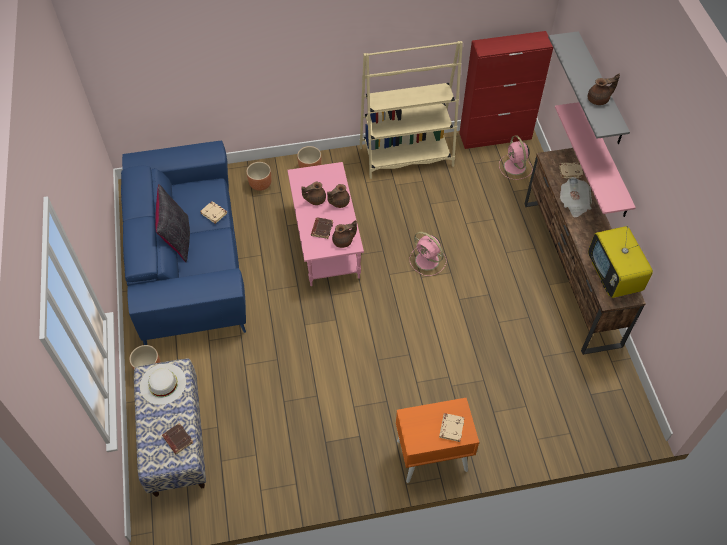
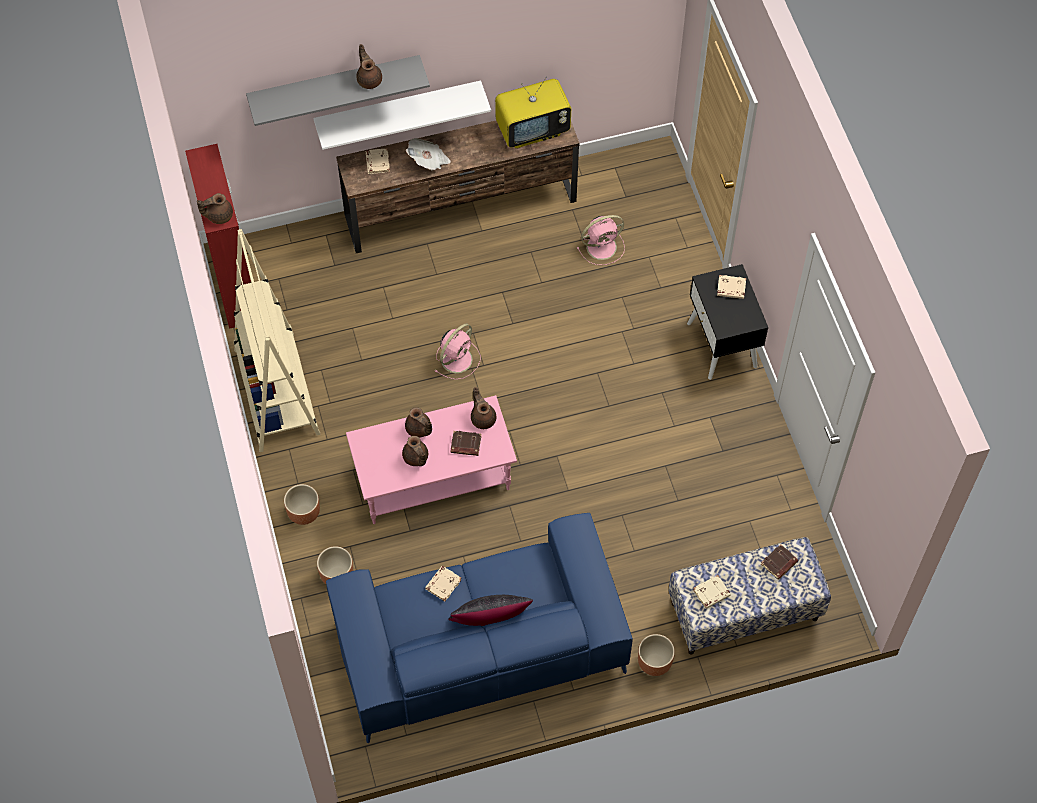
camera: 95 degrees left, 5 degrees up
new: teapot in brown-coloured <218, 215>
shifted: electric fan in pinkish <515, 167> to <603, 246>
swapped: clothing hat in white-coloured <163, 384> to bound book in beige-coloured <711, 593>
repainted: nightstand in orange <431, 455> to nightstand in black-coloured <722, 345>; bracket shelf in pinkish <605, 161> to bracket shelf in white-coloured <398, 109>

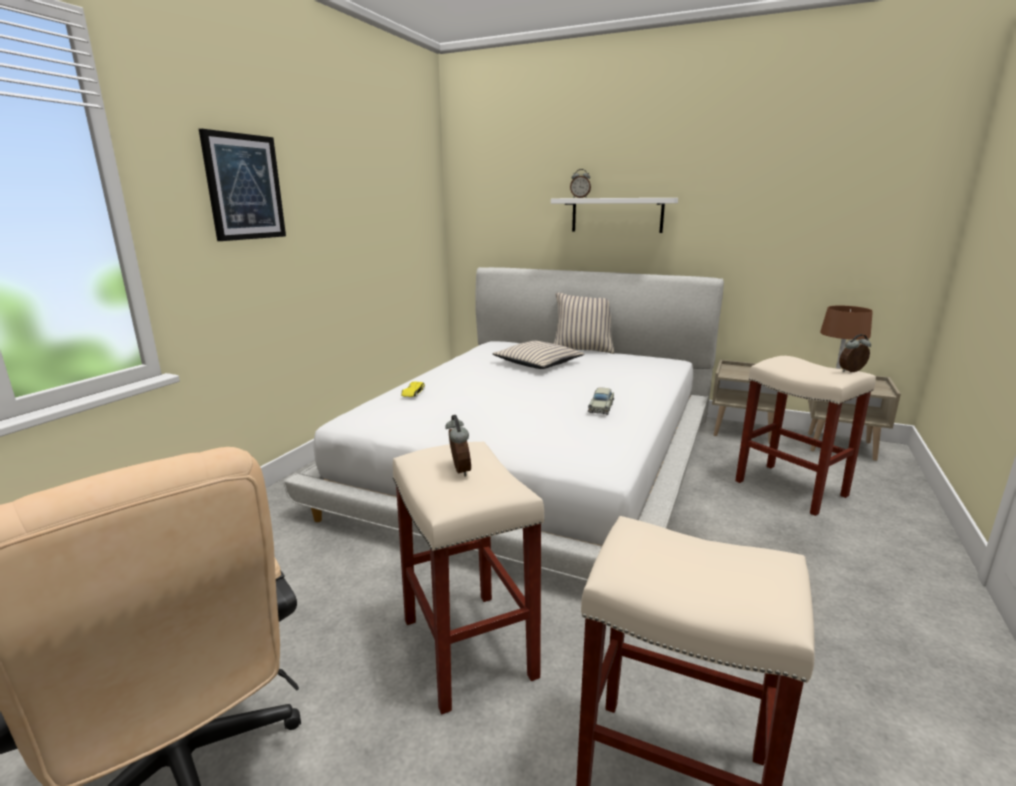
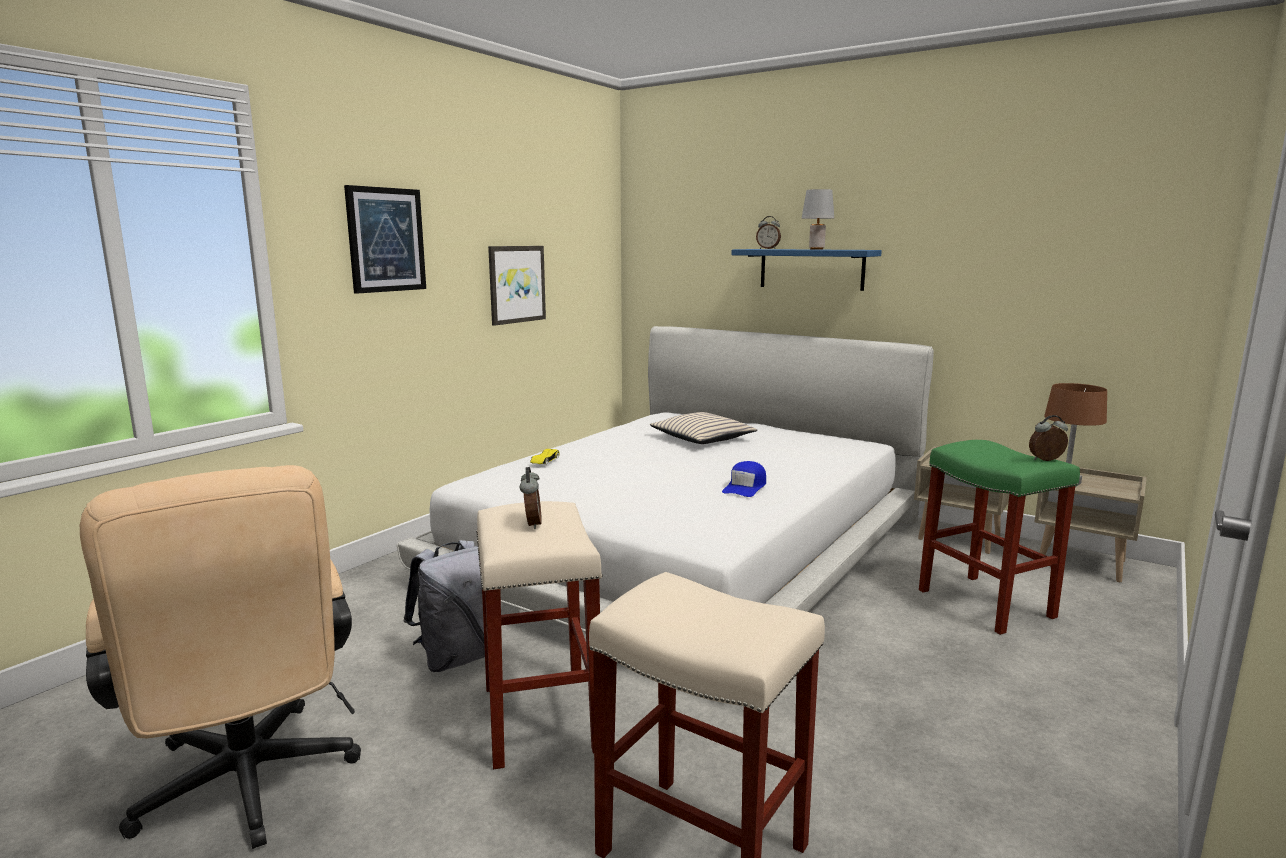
camera: 10 degrees right, 5 degrees down
gone: throw pillow in beige-coloured <583, 349>
new: backpack in gray <458, 657>; wall art <516, 284>; tabletop lamp in gray <816, 249>
swapped: model car in beige-coloured <601, 408> to baseball cap in blue <745, 487>
repainted: bracket shelf in white-coloured <617, 215> to bracket shelf in blue <811, 269>; stool in beige-coloured <792, 489> to stool in green-coloured <987, 604>

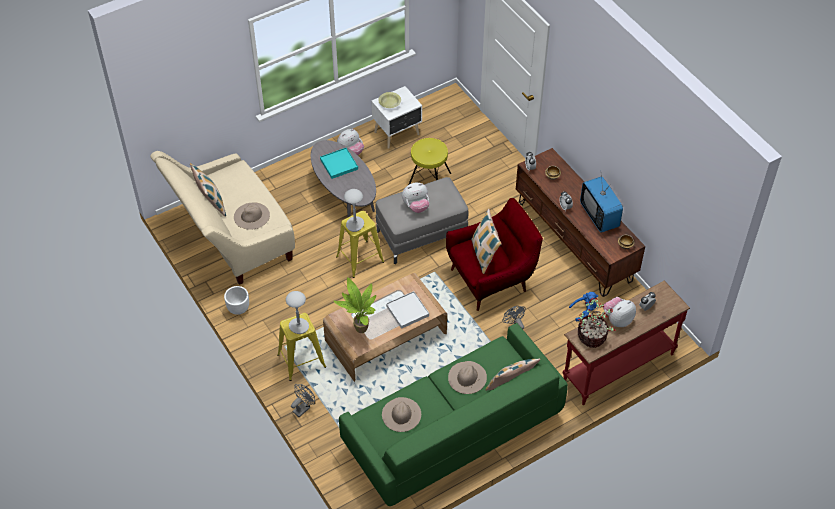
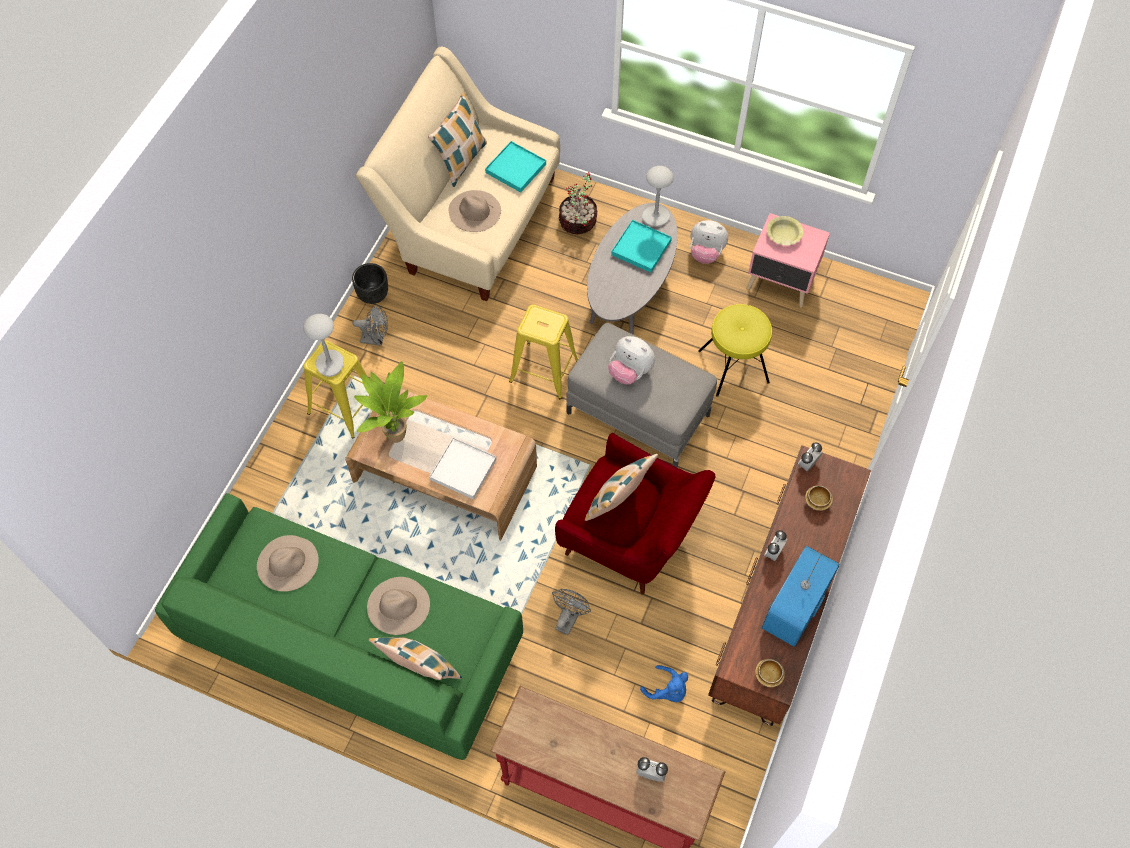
camera: 55 degrees right, 10 degrees up
gone: cuddly toy <617, 319>
new: tray in blue-green <516, 168>
shifted: electric fan in gray <303, 408> to <376, 339>; tabletop lamp in gray <355, 225> to <655, 217>; plant in a pot <592, 336> to <578, 222>
repainted: planter in white-coloured <238, 309> to planter in black-coloured <373, 295>; nightstand in white-coloured <397, 133> to nightstand in pinkish <781, 283>

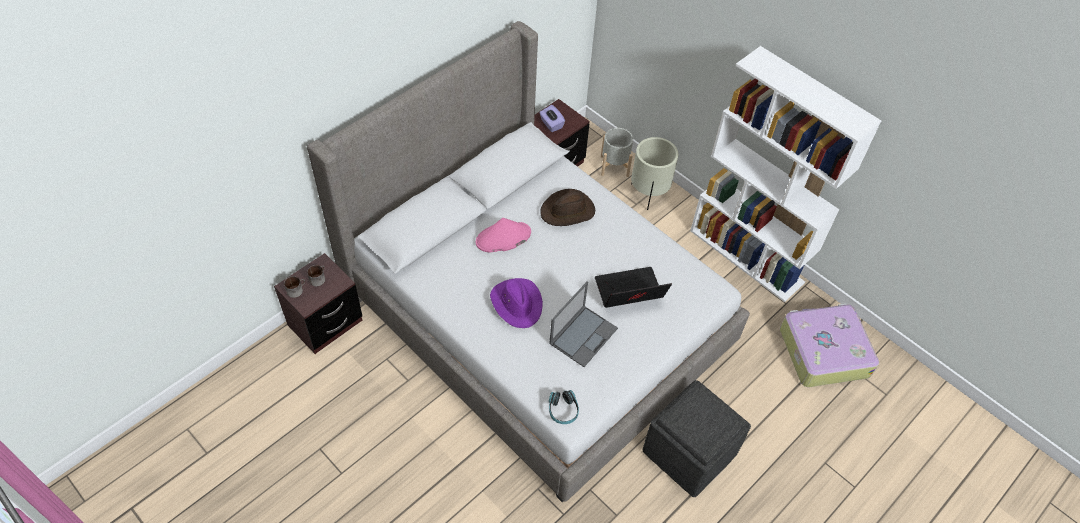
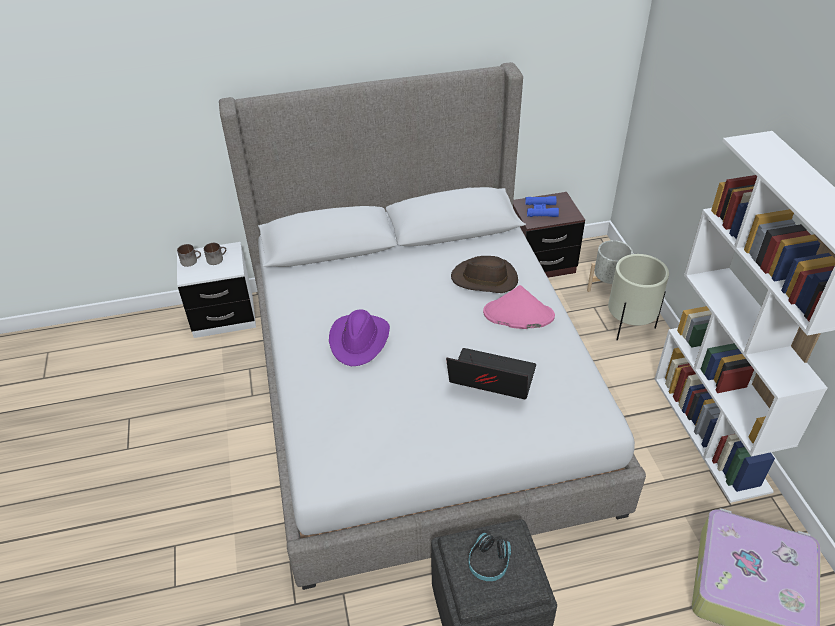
camera: 35 degrees right, 10 degrees down
gone: laptop <583, 335>
shifted: clothing hat in pinkish <503, 238> to <518, 314>; headphones <563, 410> to <489, 562>
swapped: tissue box in purple <551, 124> to pair of binoculars in blue <541, 210>
repainted: nightstand in brown-coloured <325, 323> to nightstand in white-coloured <224, 317>

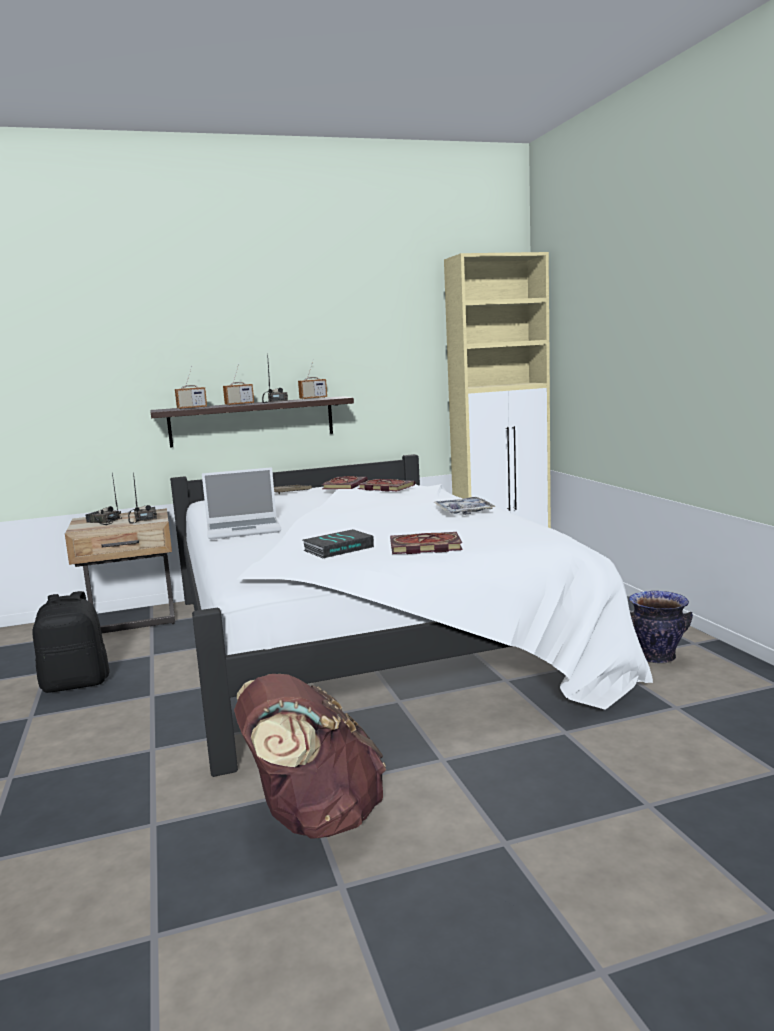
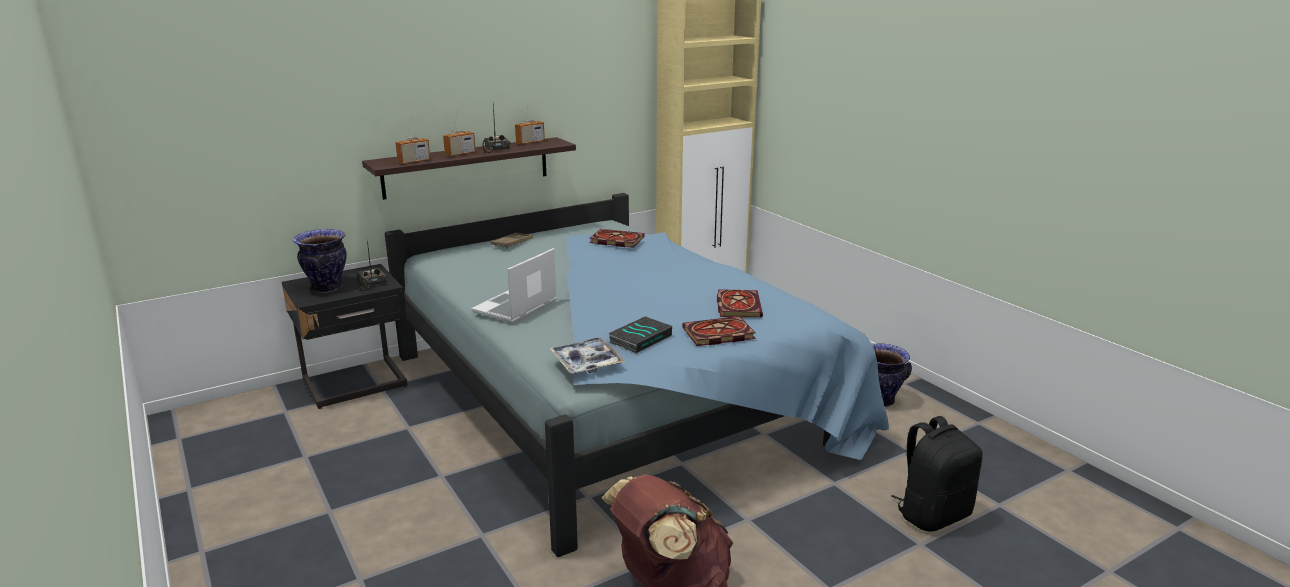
camera: 15 degrees left, 10 degrees up
shifted: backpack in black-coloured <76, 683> to <932, 514>; bound book <344, 485> to <737, 305>; tray <463, 512> to <586, 362>
swapped: radio <103, 522> to vase <326, 287>
repainted: nightstand in beige-coloured <132, 621> to nightstand in black-coloured <356, 385>; bedroom bed in white-coloured <366, 642> to bedroom bed in blue <618, 398>
rotated: laptop <244, 530> = <515, 307> 150 degrees clockwise

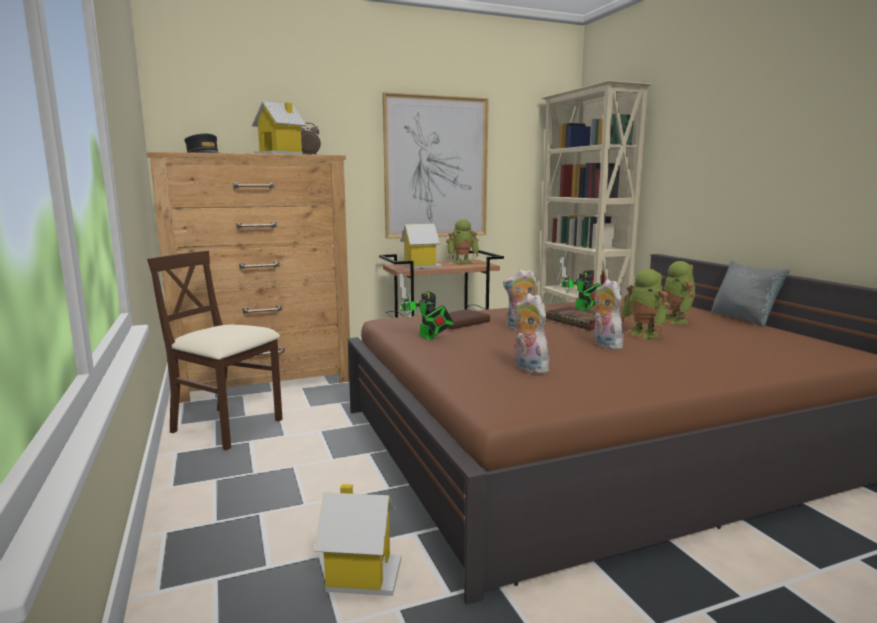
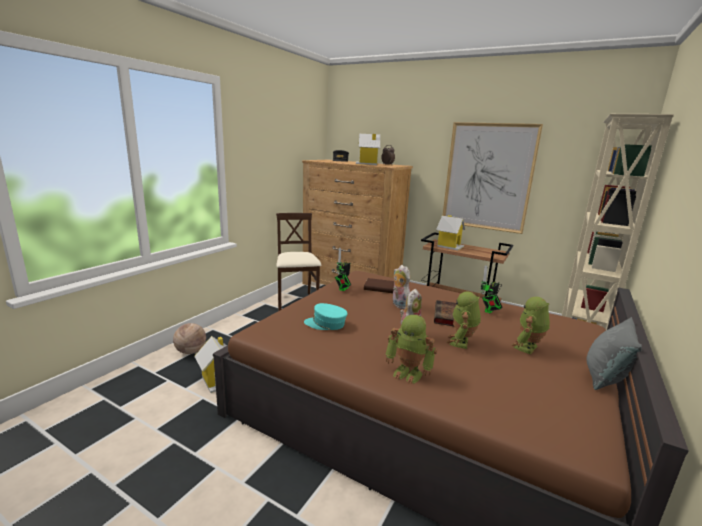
camera: 50 degrees right, 5 degrees up
new: ball for basketball <191, 352>
shifted: model robot <462, 262> to <408, 373>
swapped: cuddly toy <528, 368> to baseball cap in blue-green <326, 324>

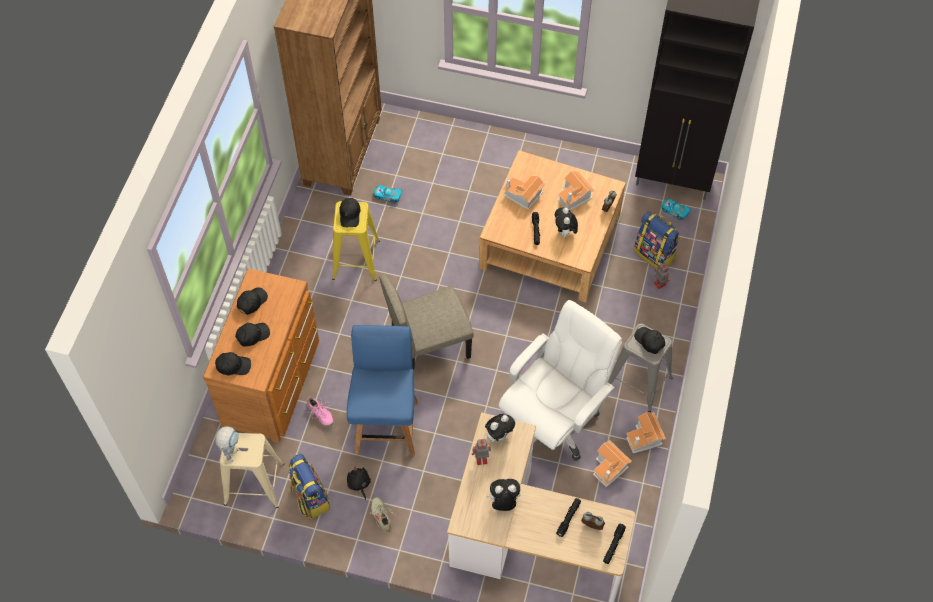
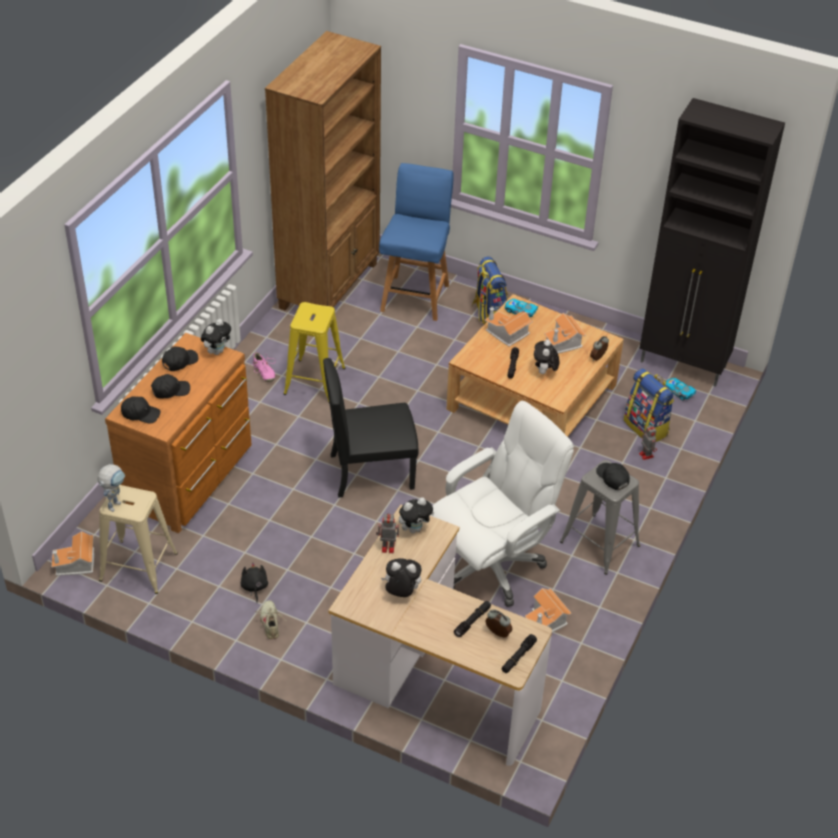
camera: 10 degrees right, 15 degrees down
gone: baseball cap in black-coloured <350, 215>
new: cuddly toy <217, 351>
shifted: backpack <310, 497> to <488, 314>; low shoe in pinkish <320, 414> to <263, 372>; plain chair in blue <386, 425> to <415, 296>; model car <387, 196> to <520, 311>; toy house <644, 439> to <76, 564>
repainted: plain chair in beige-coloured <429, 346> to plain chair in black-coloured <371, 471>

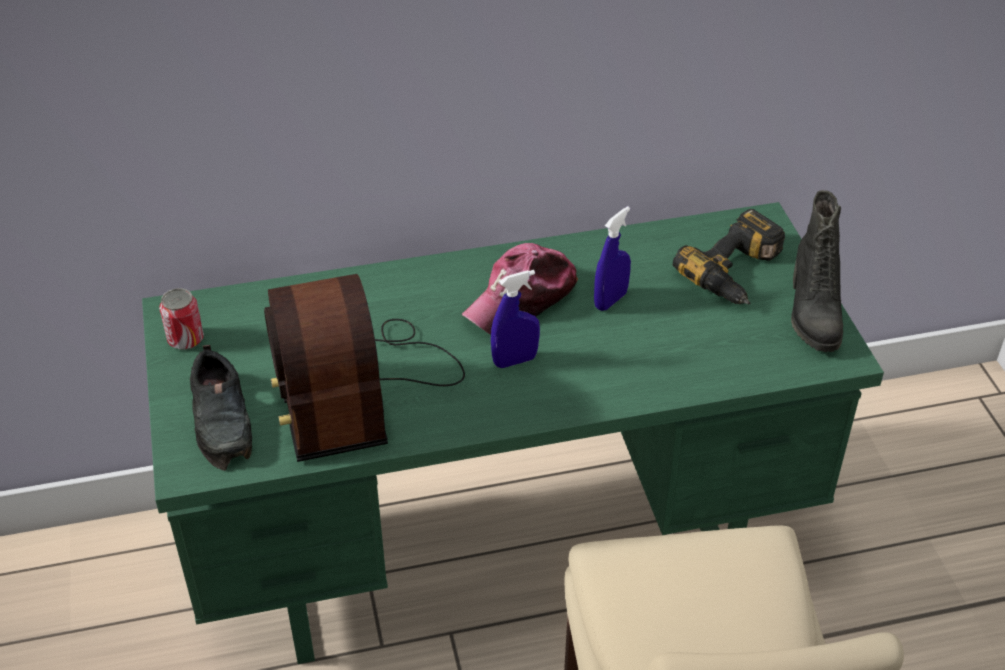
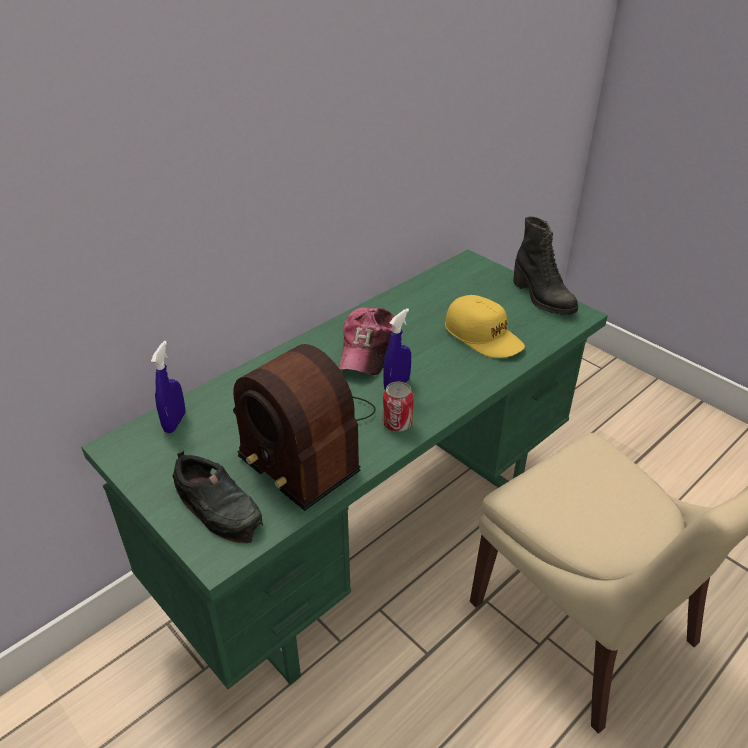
camera: 30 degrees left, 5 degrees down
gone: drill <738, 273>
new: baseball cap in yellowish <483, 336>
shifted: metal can <185, 339> to <397, 423>; sprayer in blue <610, 300> to <175, 422>

